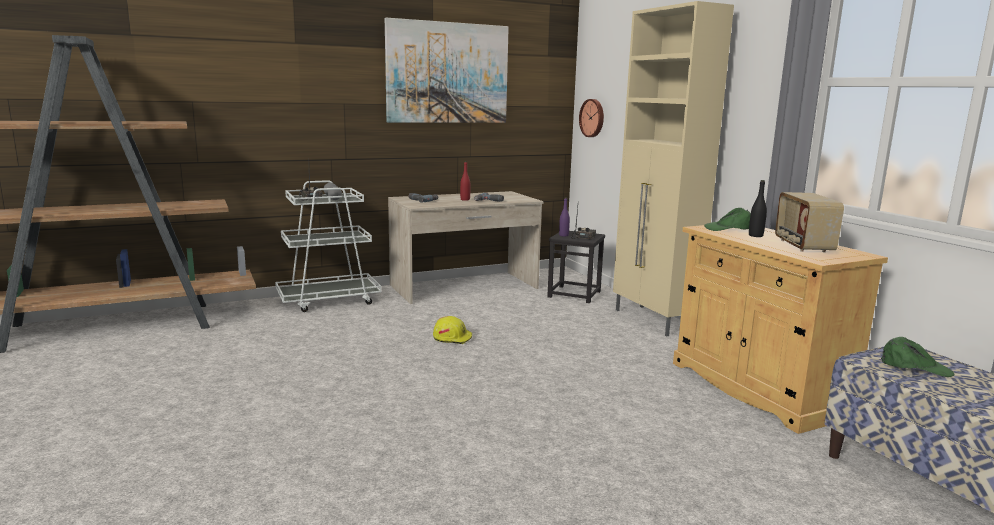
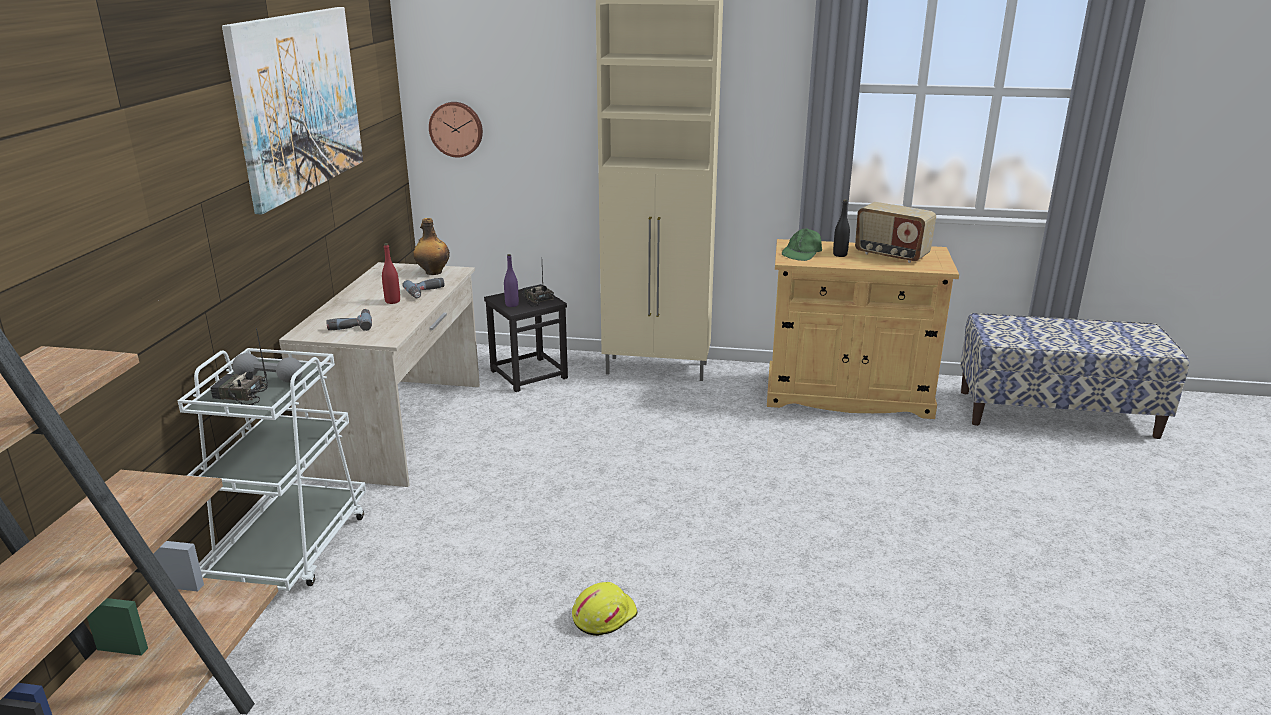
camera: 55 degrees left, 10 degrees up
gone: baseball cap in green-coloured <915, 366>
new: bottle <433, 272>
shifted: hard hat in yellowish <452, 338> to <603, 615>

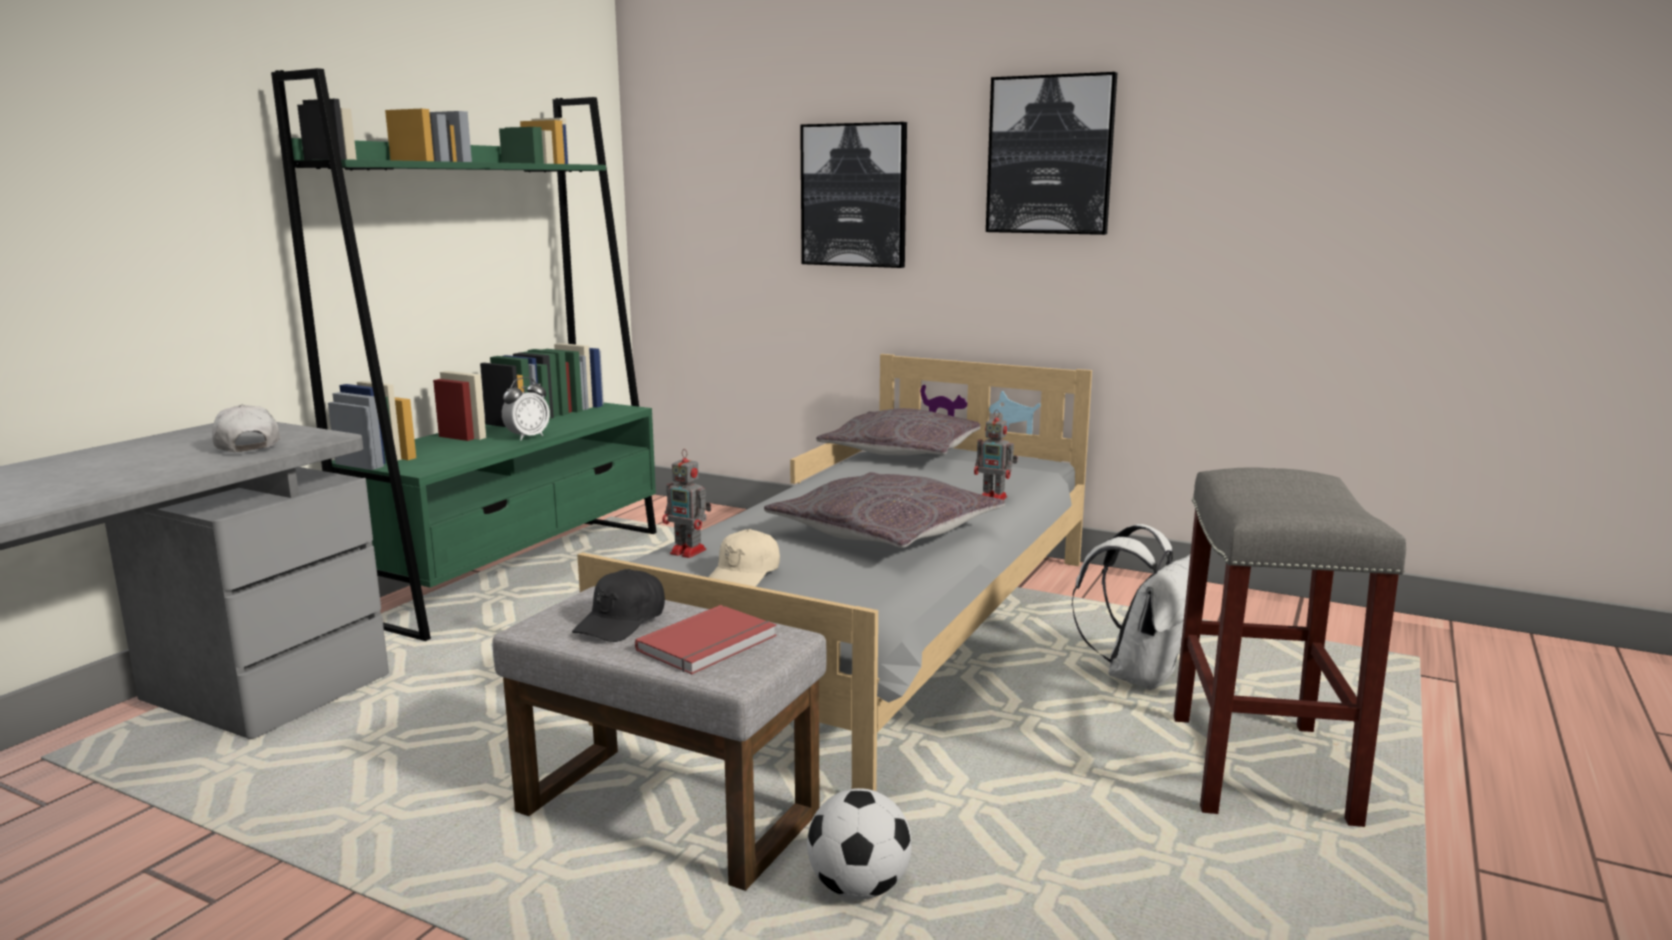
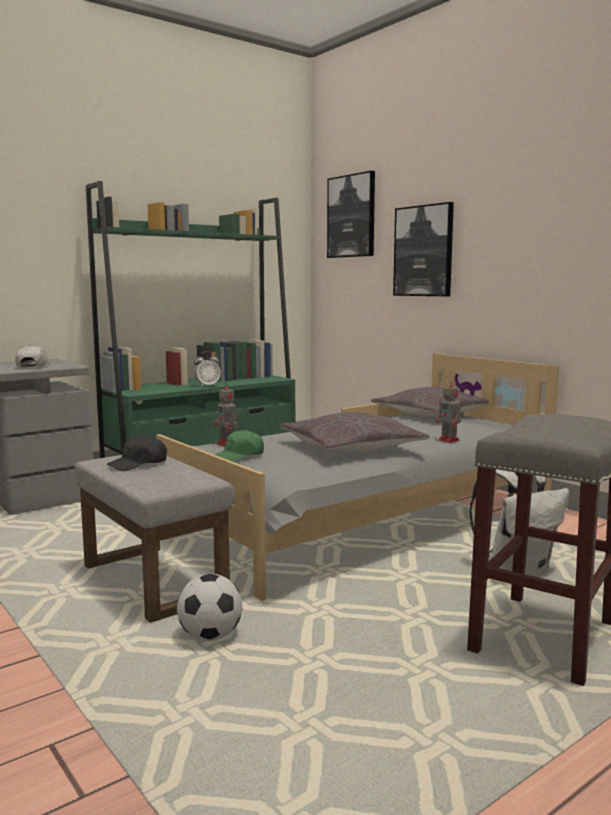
camera: 25 degrees right, 5 degrees down
gone: bound book in reddish <710, 644>
shifted: wall art <1050, 155> to <352, 216>
repainted: baseball cap in beige-coloured <744, 575> to baseball cap in green-coloured <239, 456>

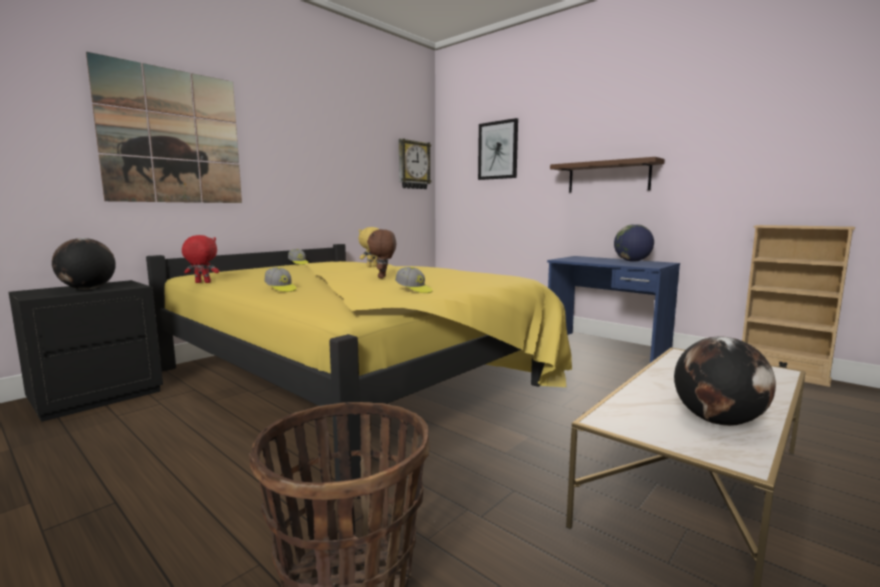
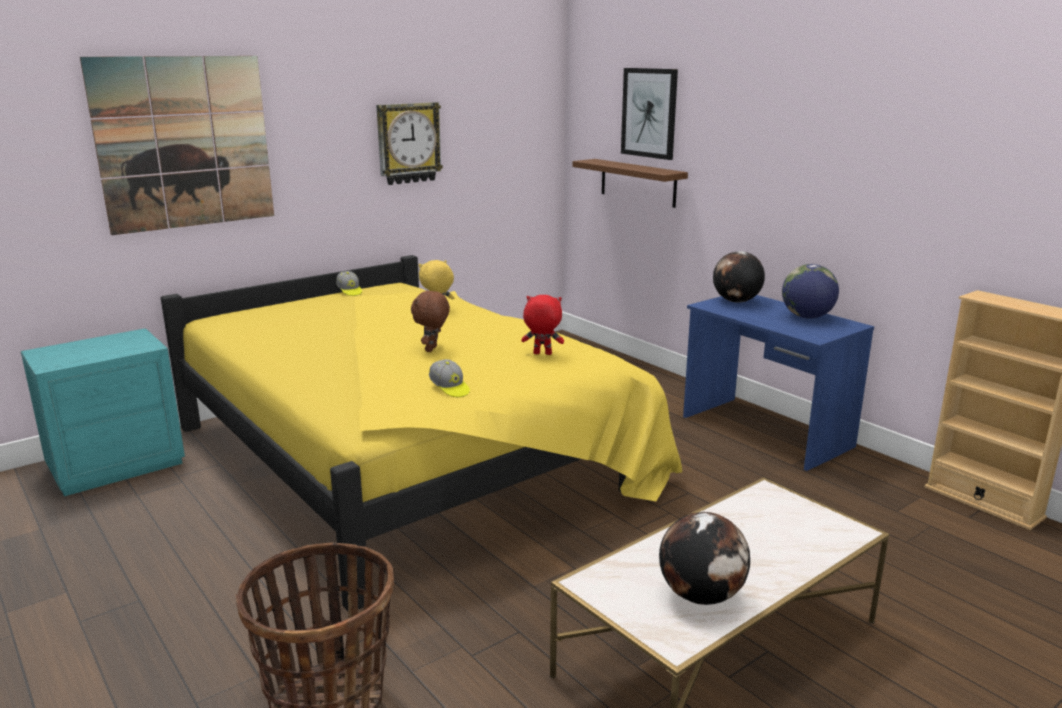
camera: 10 degrees right, 10 degrees up
gone: baseball cap <281, 289>
shifted: globe <87, 289> to <736, 301>; cuddly toy in reddish <202, 282> to <542, 354>; clock on the wall <413, 165> to <408, 143>; bracket shelf in brown-coloured <608, 177> to <638, 182>
repainted: nightstand in black-coloured <97, 396> to nightstand in blue-green <116, 465>

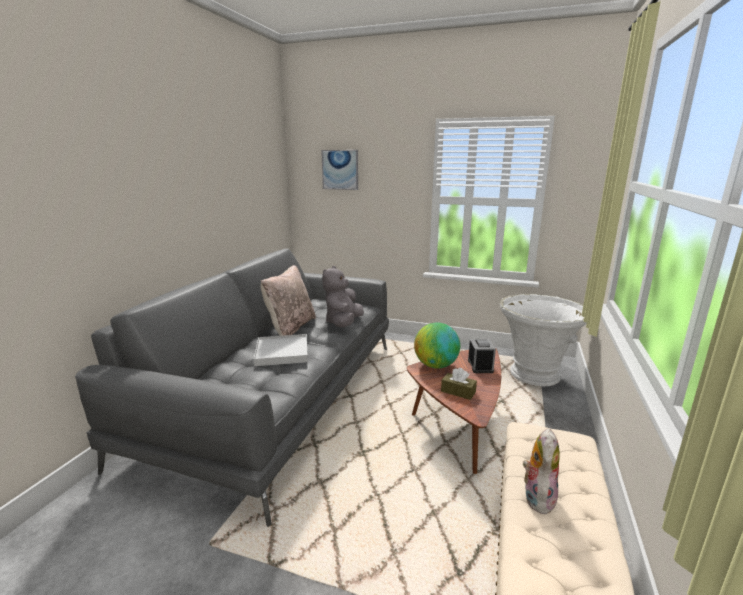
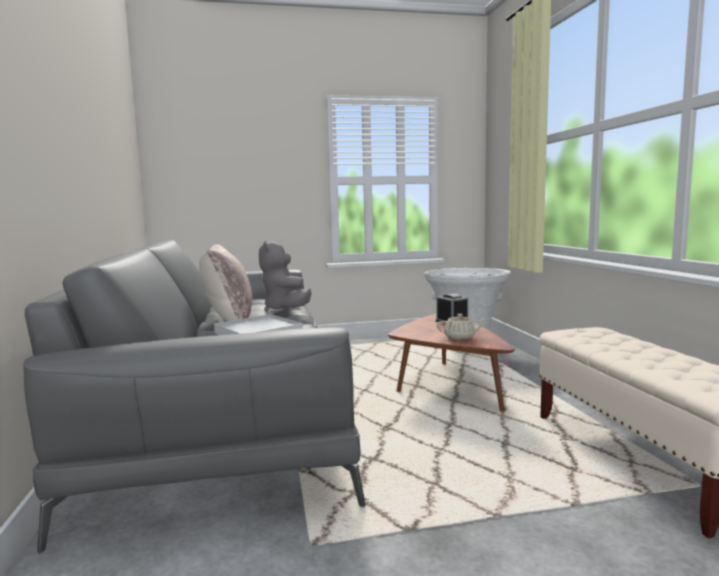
camera: 30 degrees left, 10 degrees down
gone: wall art <340, 169>; globe <435, 365>; cuddly toy <537, 496>
swapped: tissue box in brown-coloured <458, 392> to teapot in beige-coloured <460, 337>

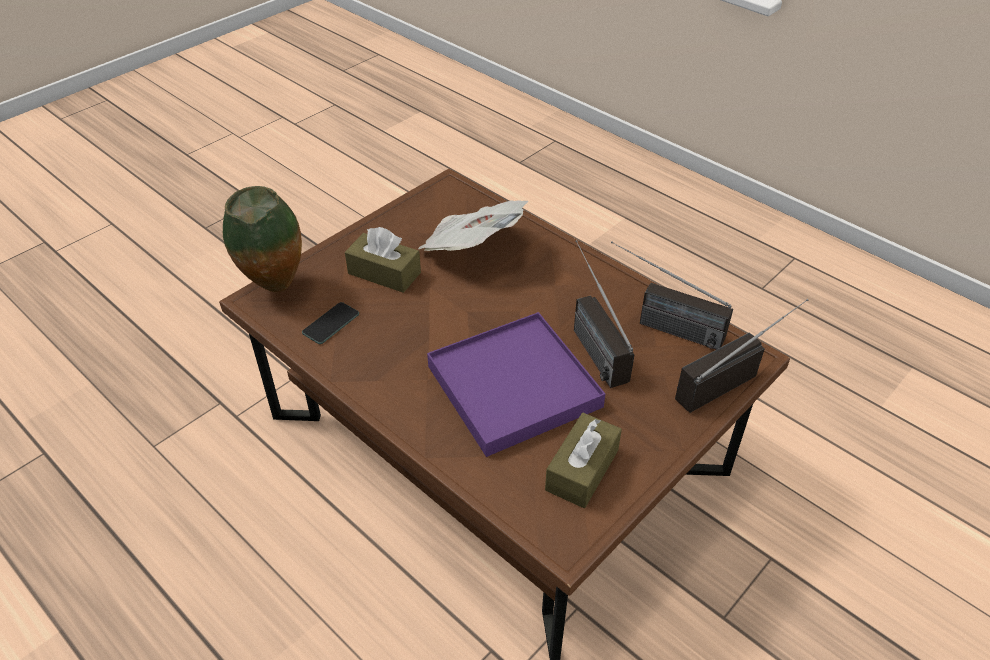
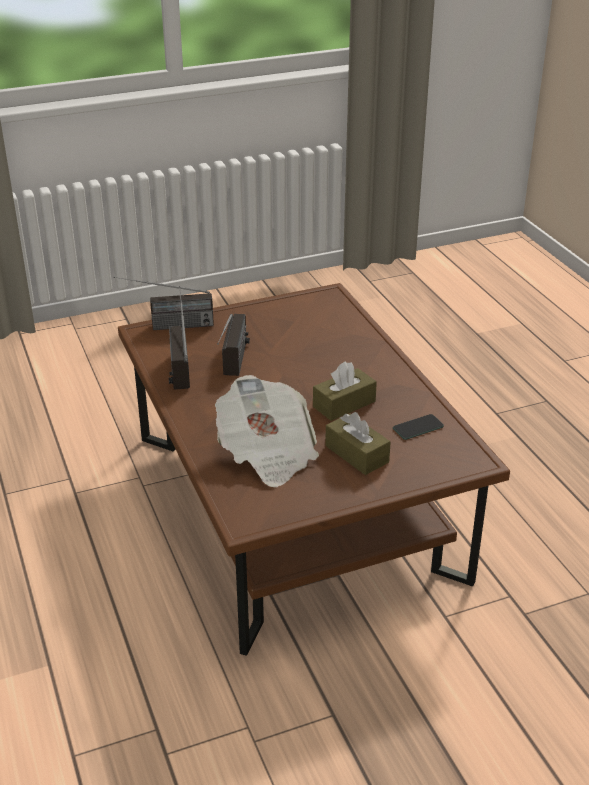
camera: 155 degrees left, 10 degrees down
gone: vase <276, 289>; tray in purple <513, 387>
shifted: tissue box in brown-coloured <582, 470> to <344, 404>
rotated: radio <659, 325> = <177, 361> 150 degrees counterclockwise

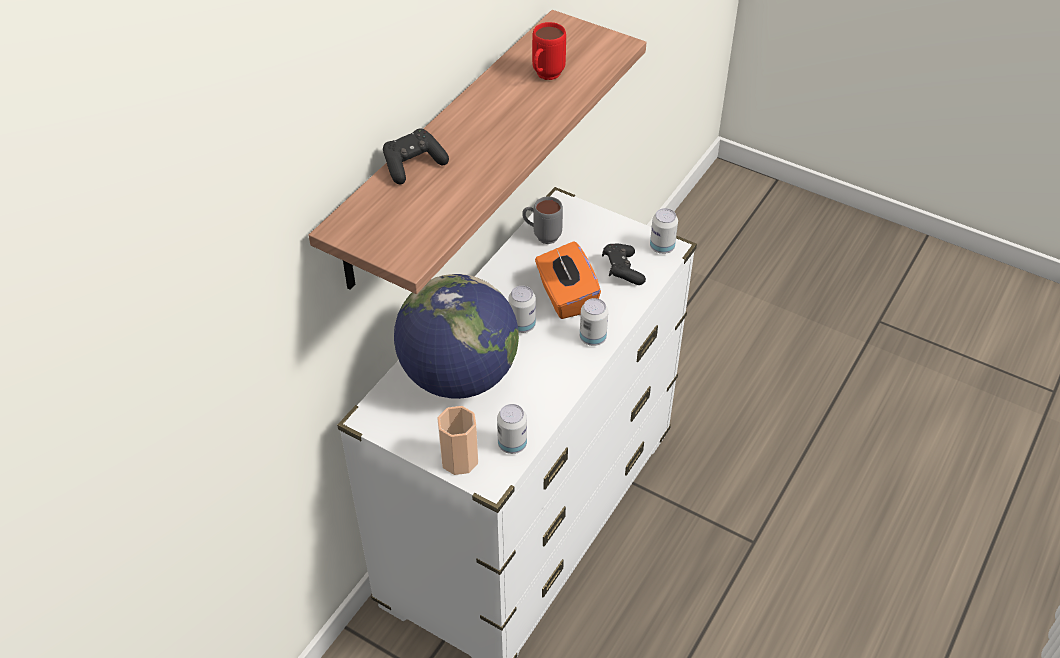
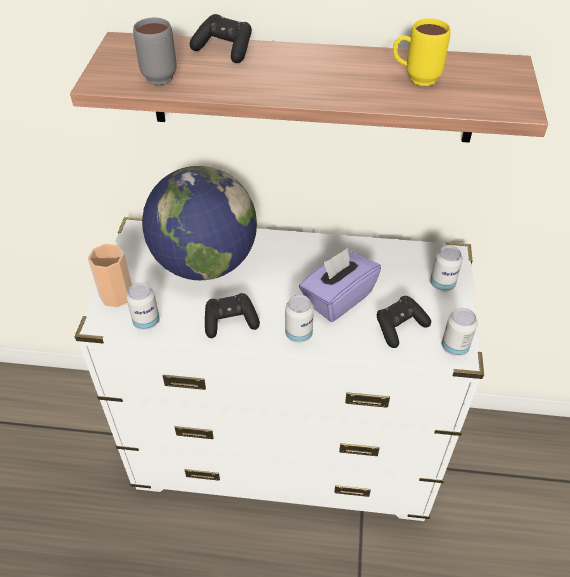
camera: 65 degrees right, 0 degrees up
new: joypad in black-coloured <230, 322>
shifted: metal can <522, 325> to <442, 284>; coffee mug in gray <542, 236> to <159, 75>
repainted: coffee mug in reddish <545, 77> to coffee mug in yellowish <415, 79>; tissue box in orange <566, 297> to tissue box in purple <337, 298>

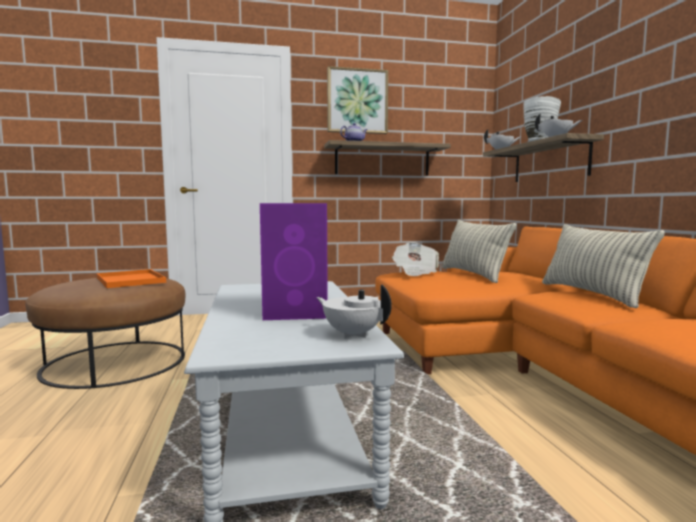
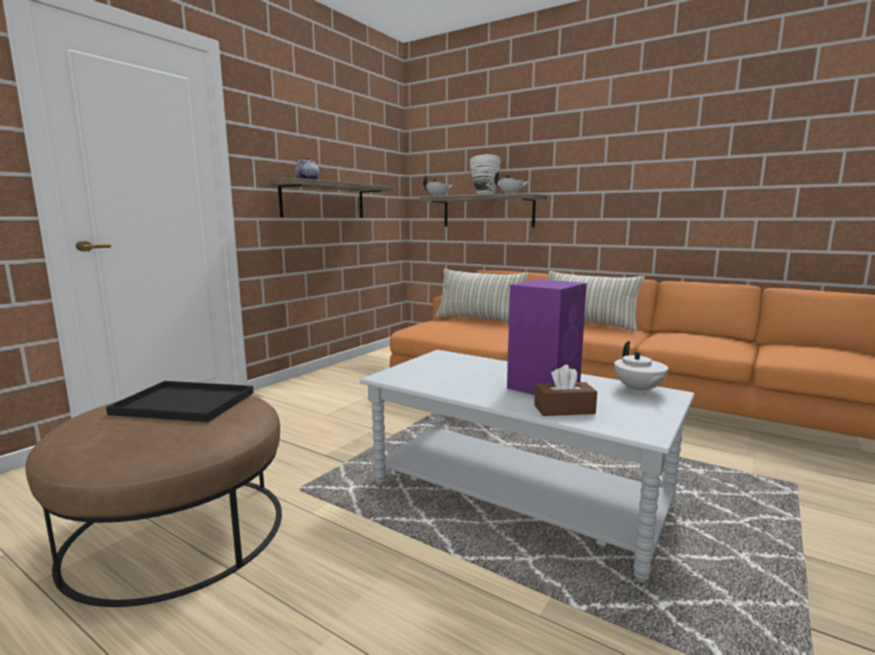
camera: 45 degrees left, 5 degrees up
gone: wall art <357, 101>; printed paper <415, 272>
new: tissue box in brown-coloured <564, 409>
repainted: tray in orange <131, 280> to tray in black-coloured <187, 403>
rotated: teapot in white-coloured <353, 334> = <638, 390> 90 degrees counterclockwise

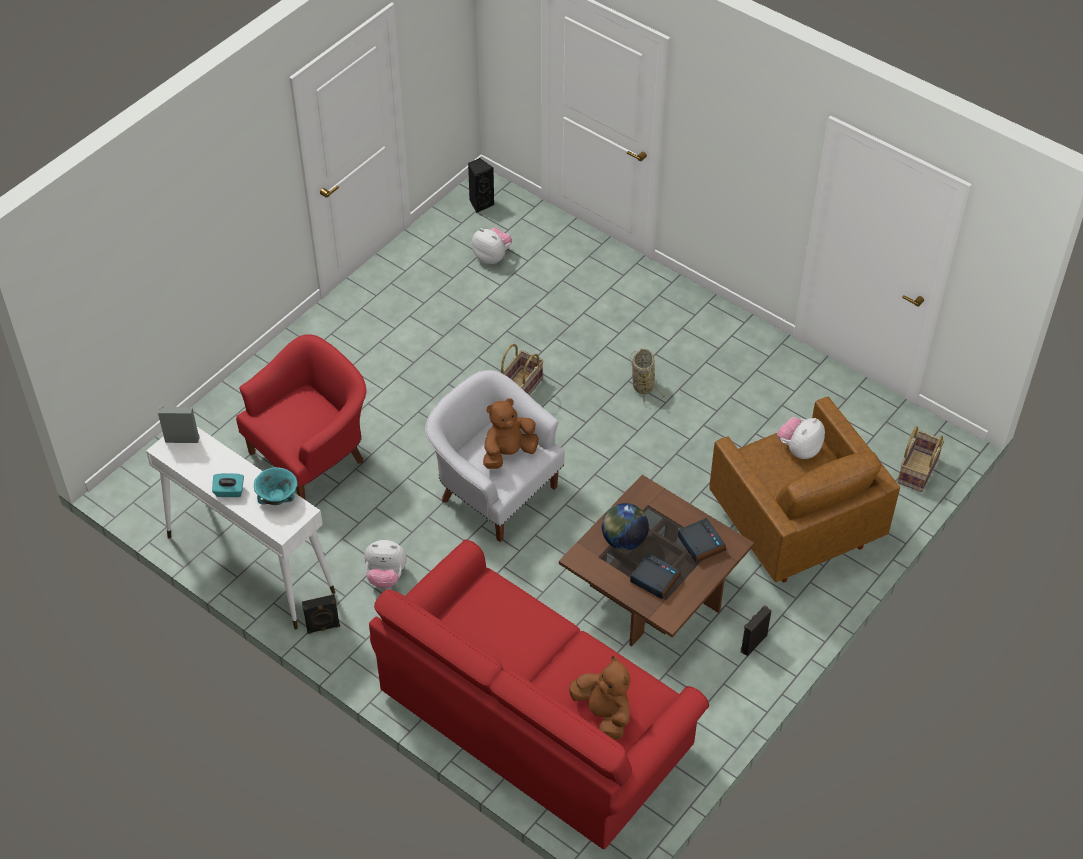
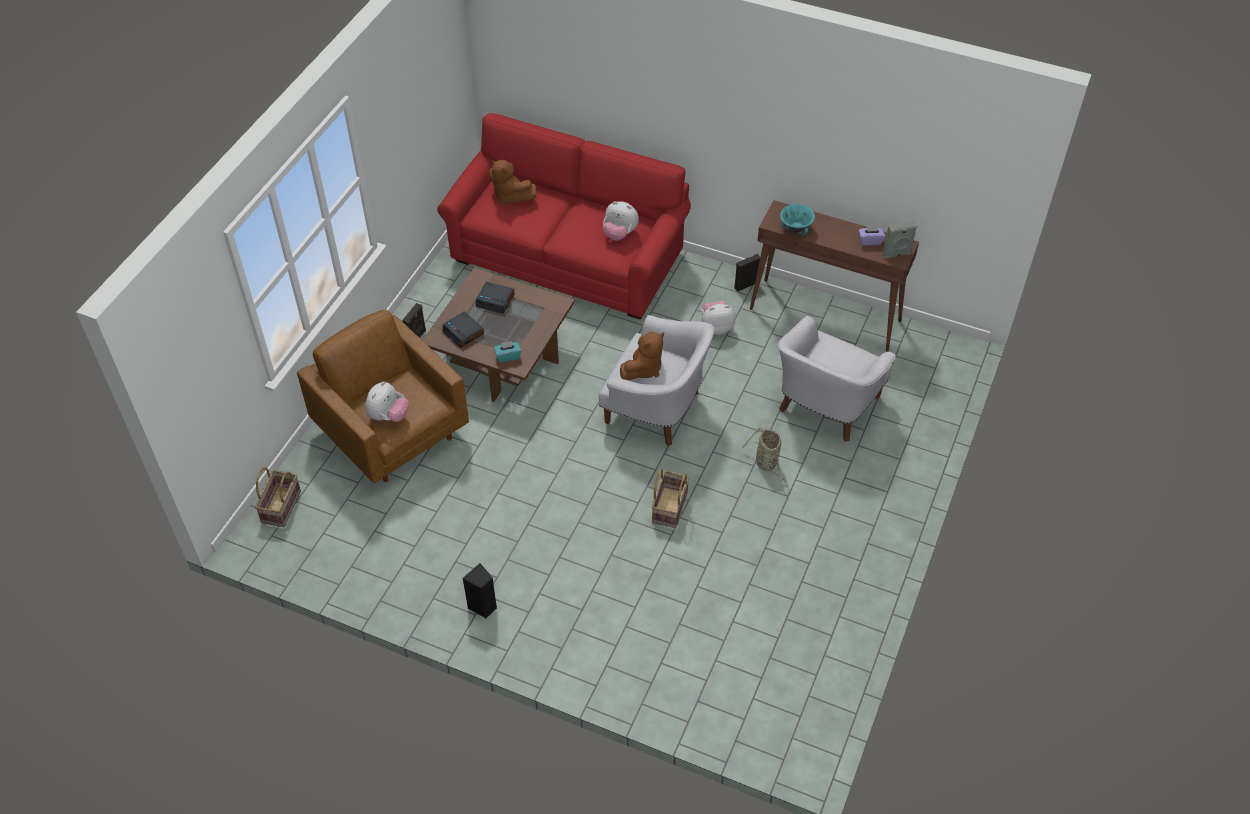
camera: 165 degrees right, 0 degrees up
gone: globe <623, 540>
new: tissue box in purple <870, 241>
shifted: tissue box in blue-green <229, 491> to <508, 356>; loudspeaker in black-coloured <480, 203> to <483, 607>; cuddly toy <492, 257> to <619, 234>; storage basket <642, 384> to <767, 464>
repainted: narrow table in white-coloured <249, 563> to narrow table in brown-coloured <826, 315>; easy chair in reddish <311, 455> to easy chair in white-coloured <826, 406>

